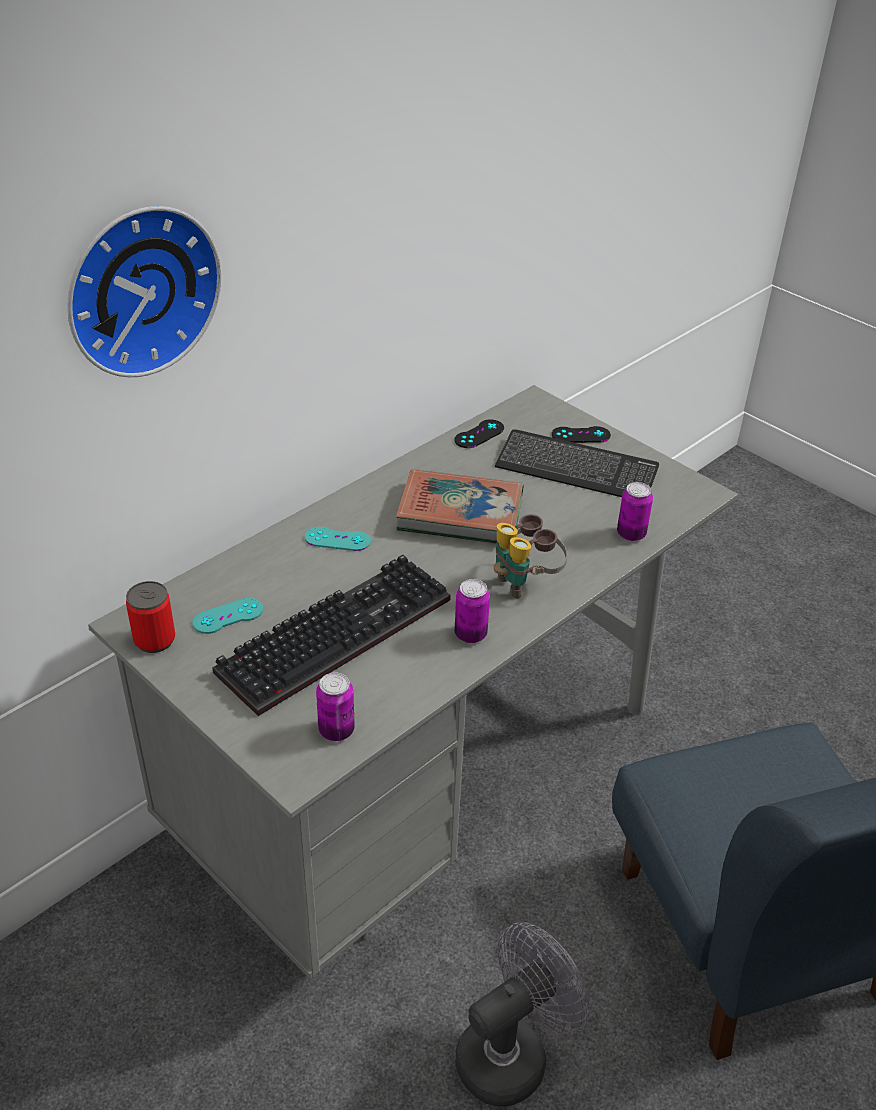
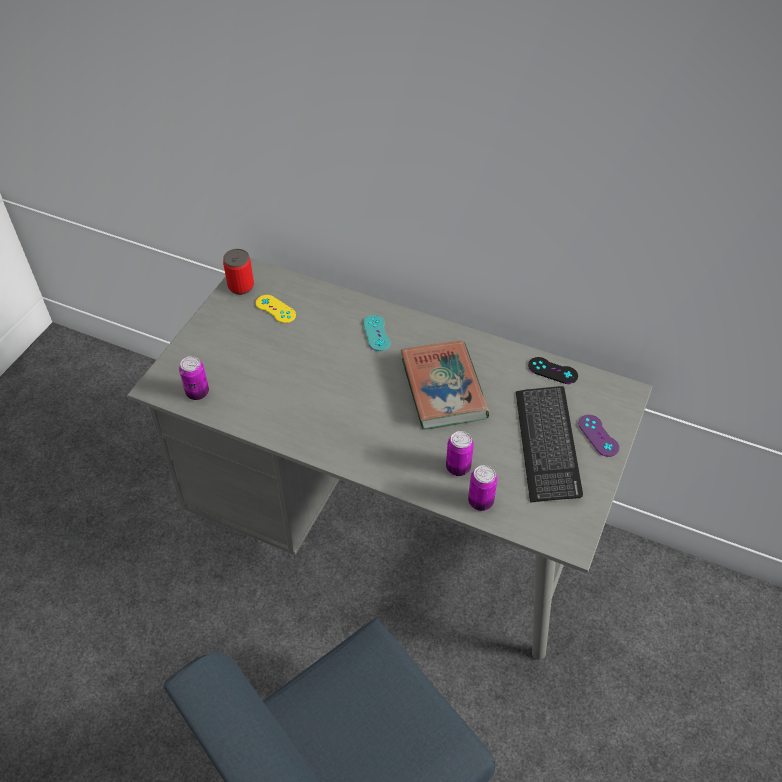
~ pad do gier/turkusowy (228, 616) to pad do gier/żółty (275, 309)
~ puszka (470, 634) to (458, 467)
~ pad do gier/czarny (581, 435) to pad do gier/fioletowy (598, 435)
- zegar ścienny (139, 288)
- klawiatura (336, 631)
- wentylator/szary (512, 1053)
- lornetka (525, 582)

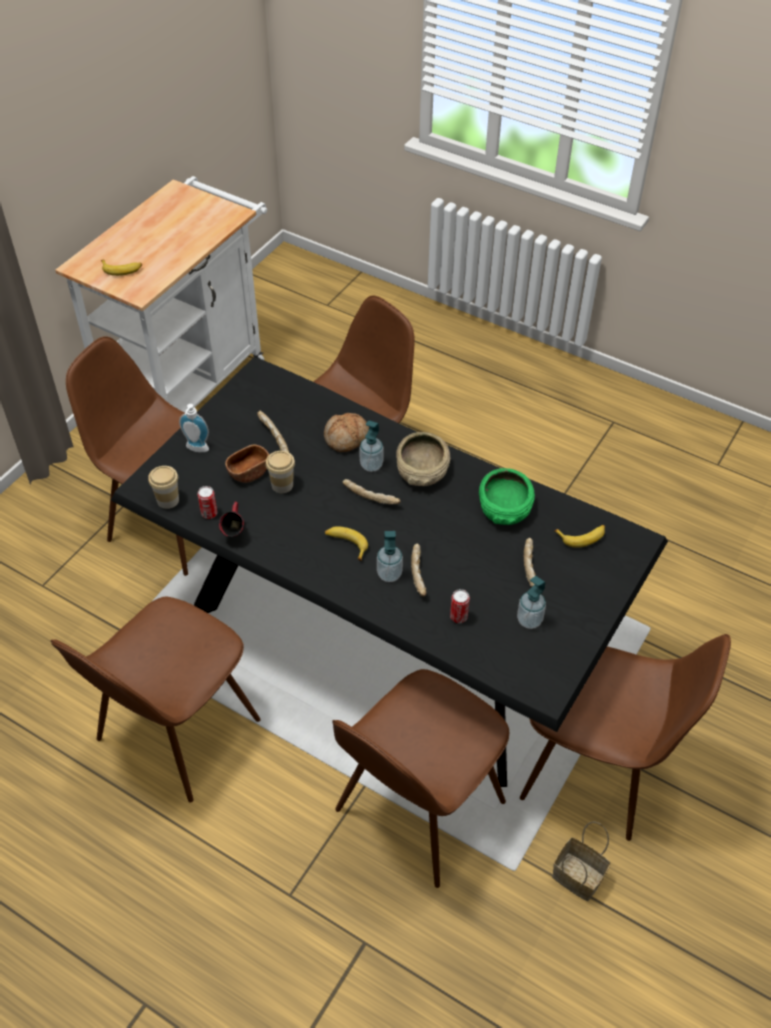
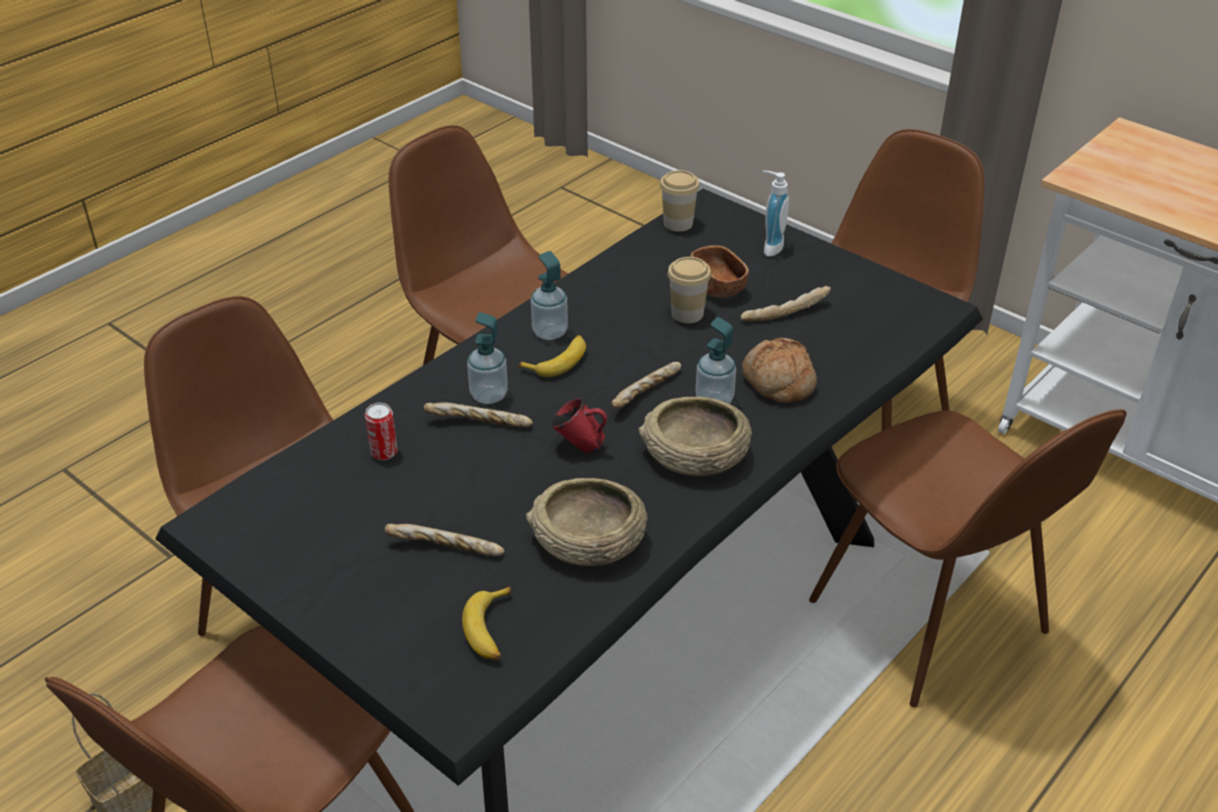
~ miska/zielony (505, 506) to miska/beżowy (588, 541)
~ dozownik mydła (529, 620) to (550, 332)
~ kubek/czerwony (235, 534) to (580, 447)
- banan (122, 269)
- puszka (209, 513)

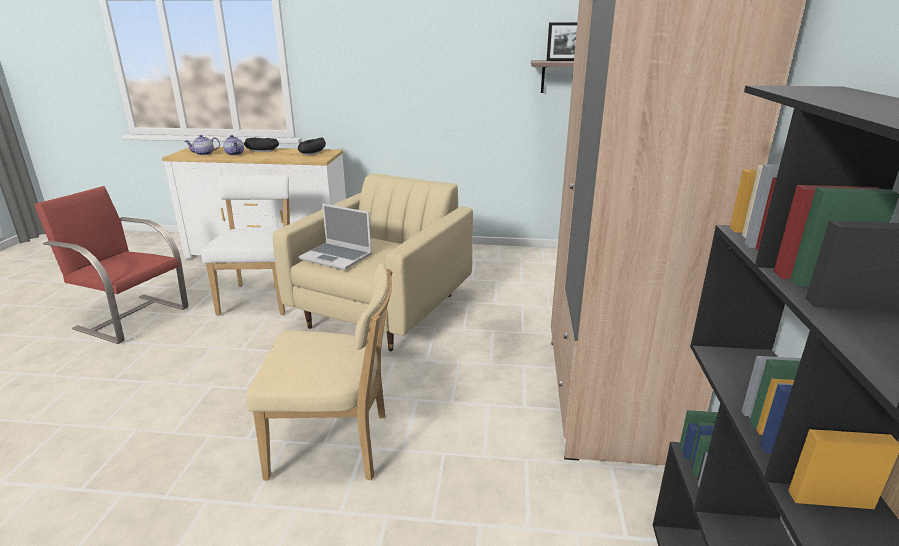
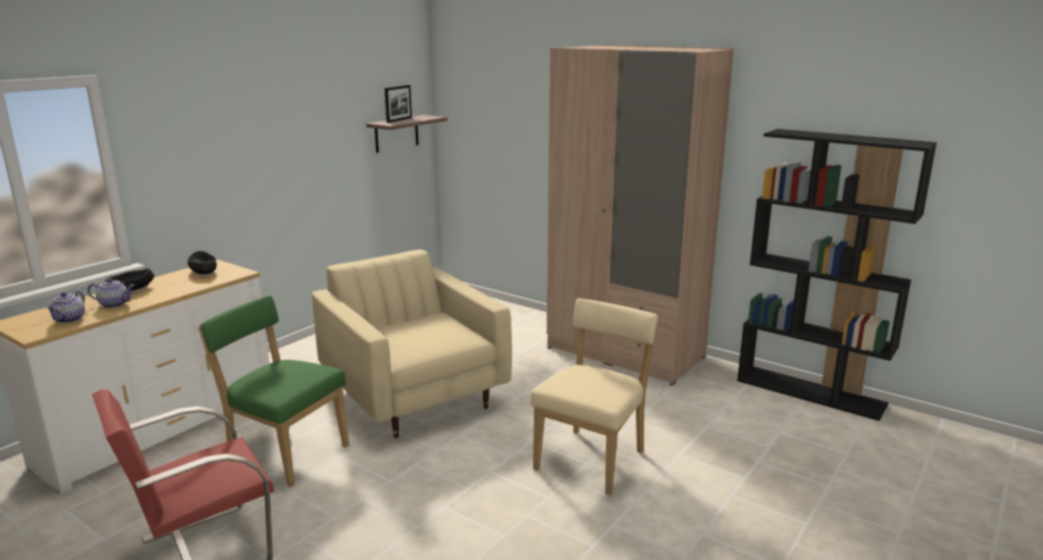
~ krzesło/biały (261, 297) to krzesło/zielony (285, 453)
- laptop (337, 257)

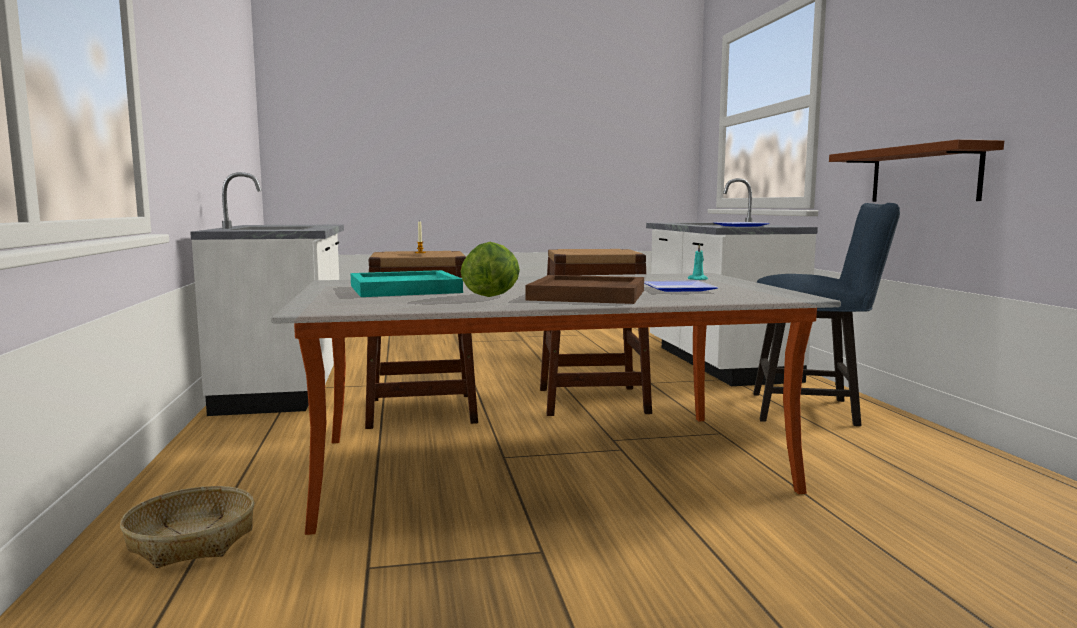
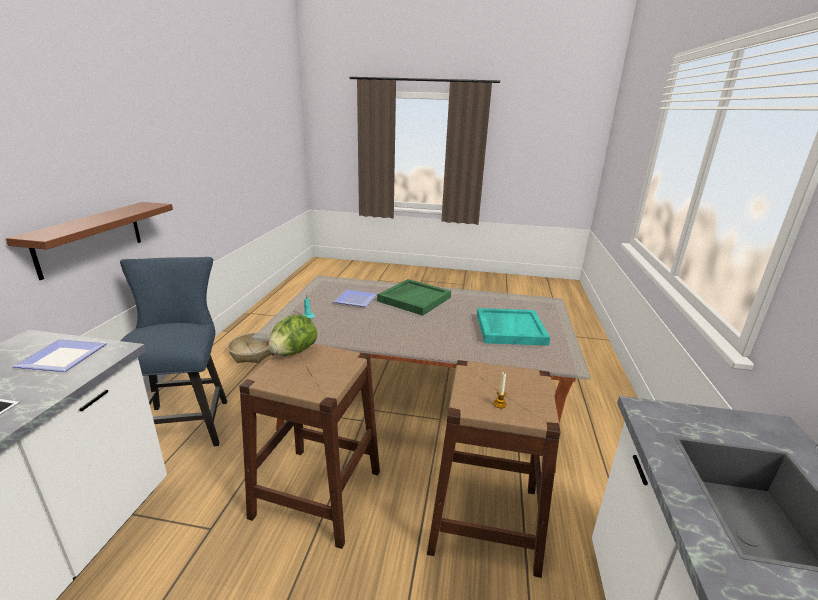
~ krzesło/niebieski (813, 410) = (185, 421) 45 degrees clockwise
~ koszyk (191, 541) to (253, 353)
~ sałata (492, 296) to (293, 352)
~ taca/brązowy (588, 295) to taca/zielony (414, 299)

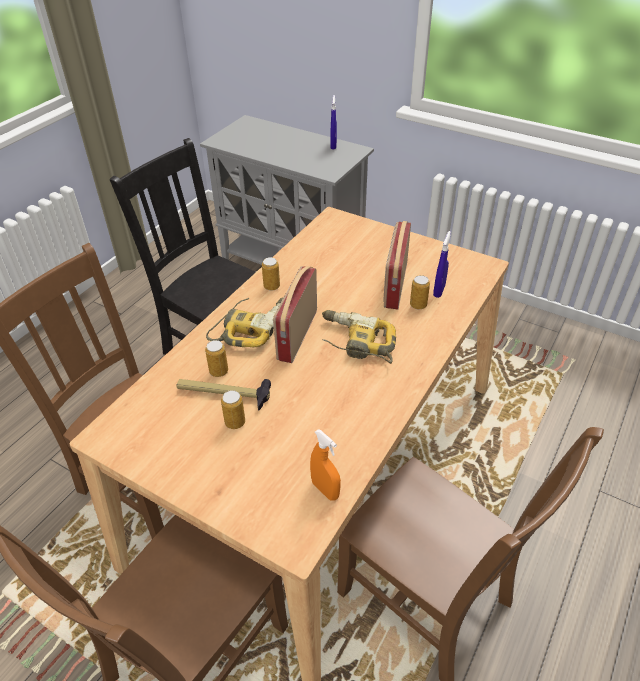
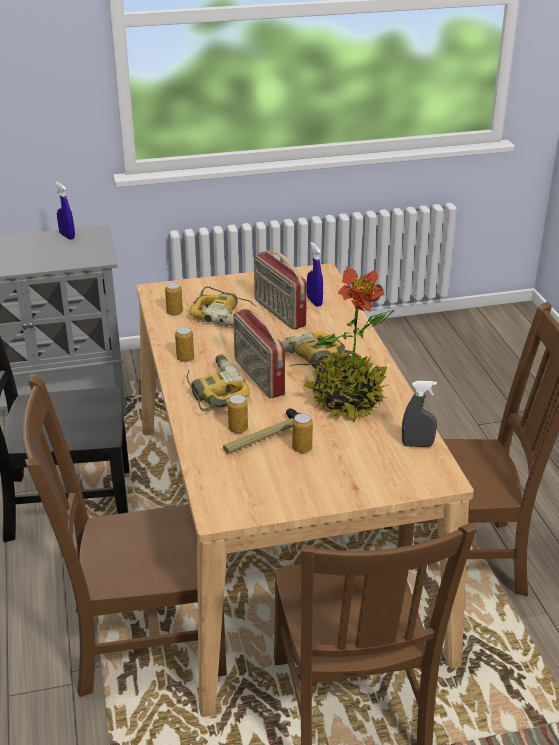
~ puszka (418, 305) to (174, 312)
+ wiertarka (226, 316)
+ roślina doniczkowa (346, 400)
~ spryskiwacz/pomarańczowy (325, 490) to spryskiwacz/szary (417, 445)

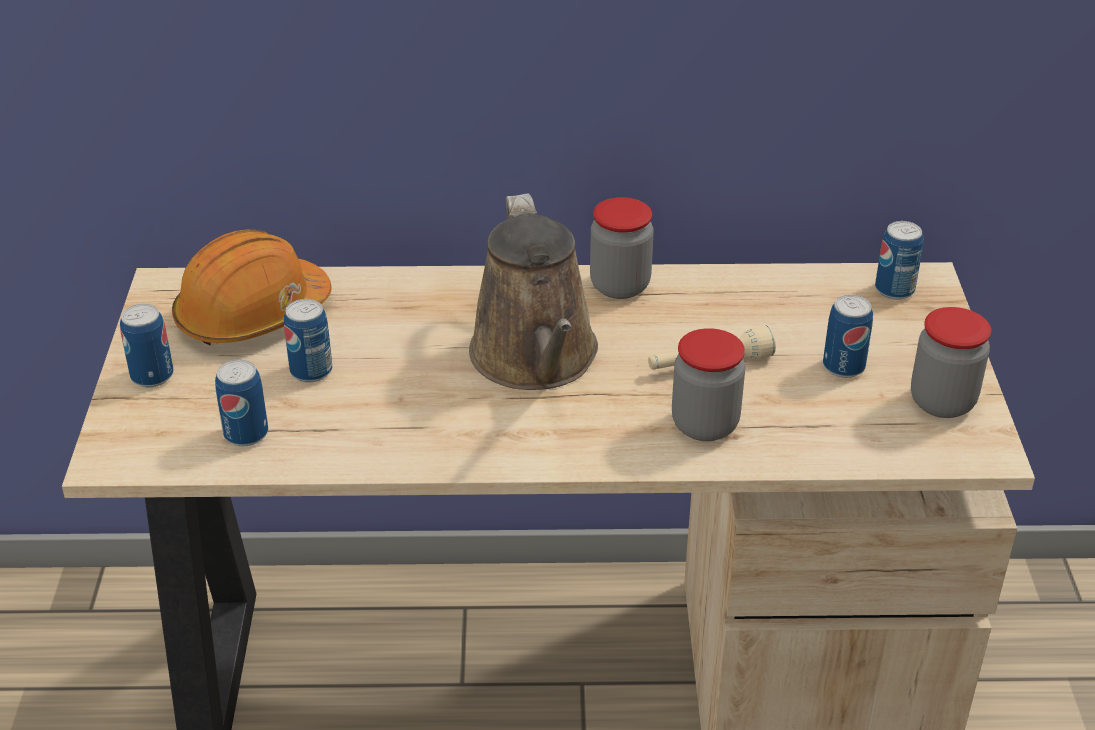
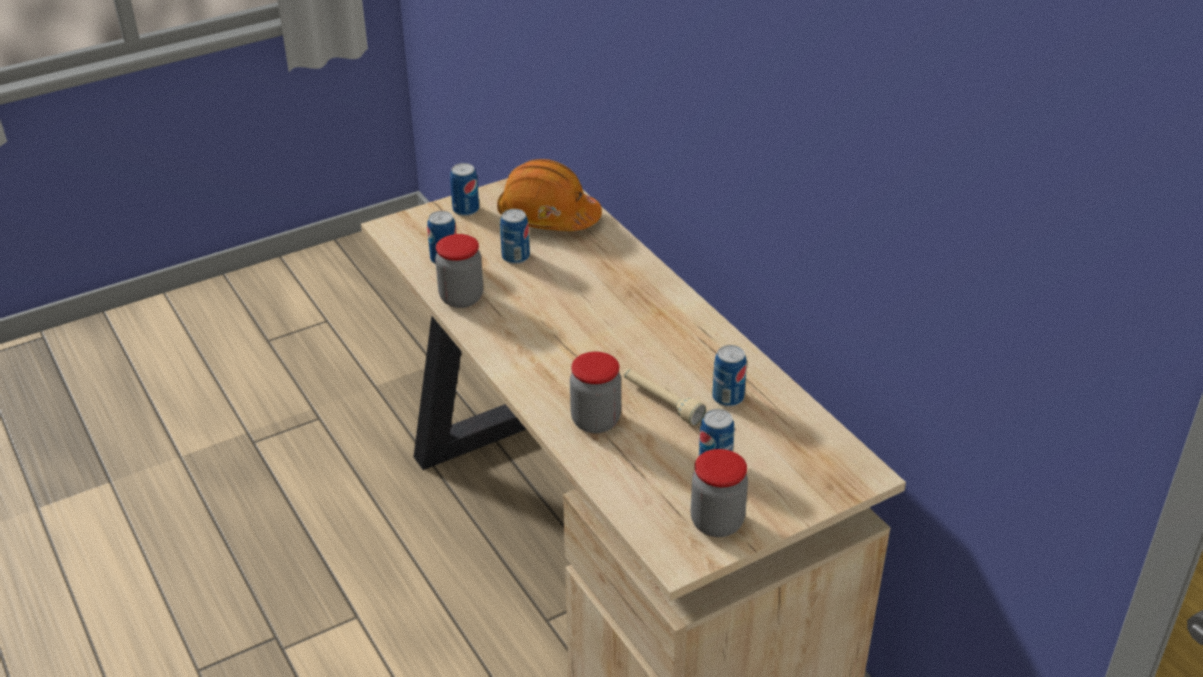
~ słoik (620, 286) to (461, 298)
~ puszka (894, 290) to (728, 398)
- konewka/brązowy (536, 359)

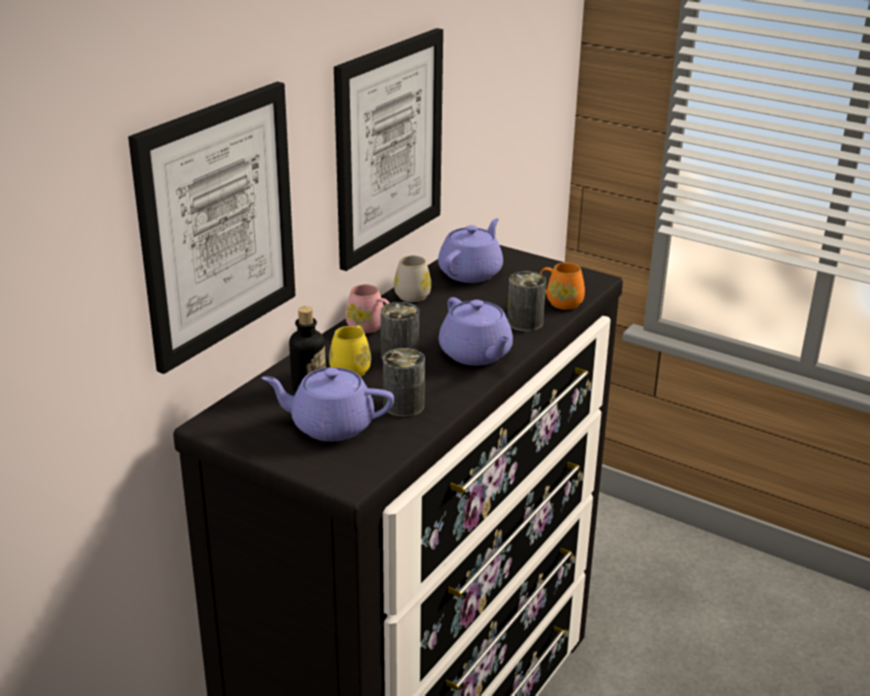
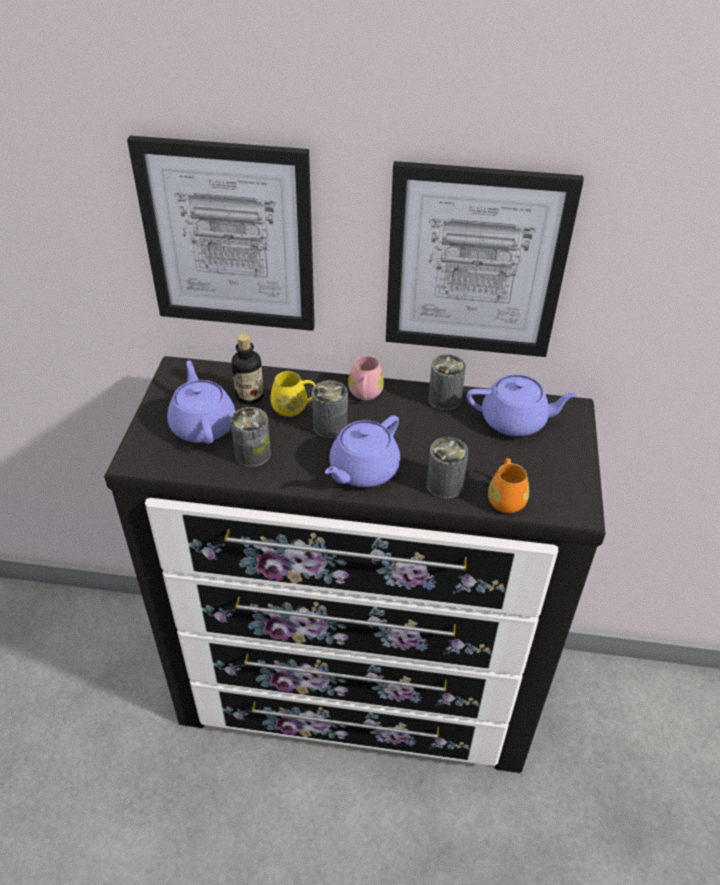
~ kubek/biały (414, 293) to puszka (444, 399)

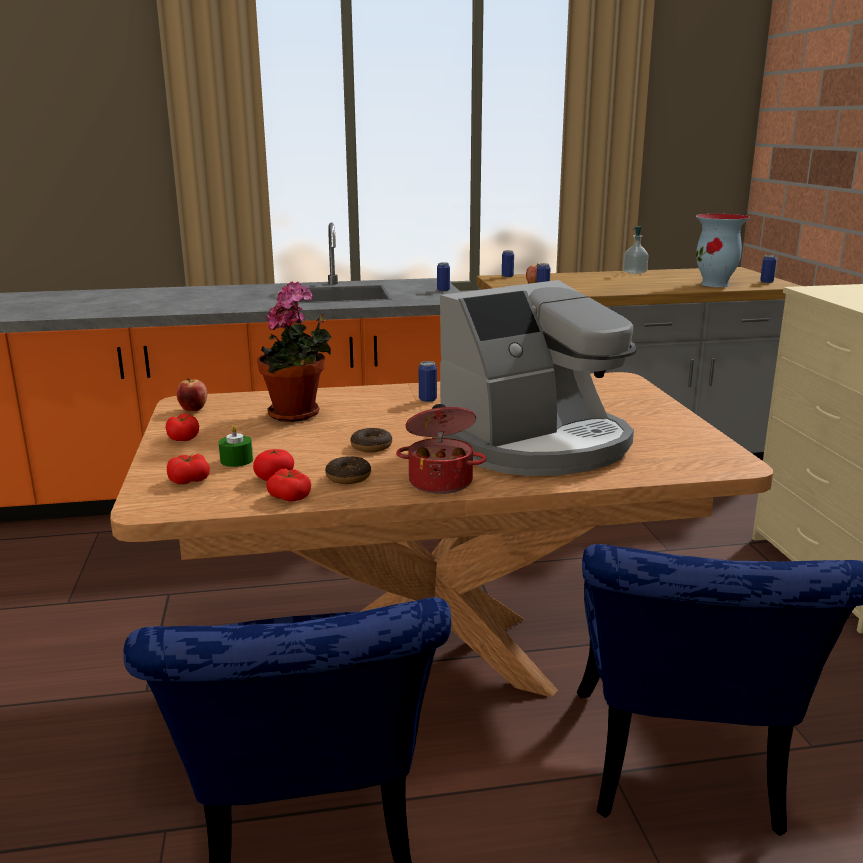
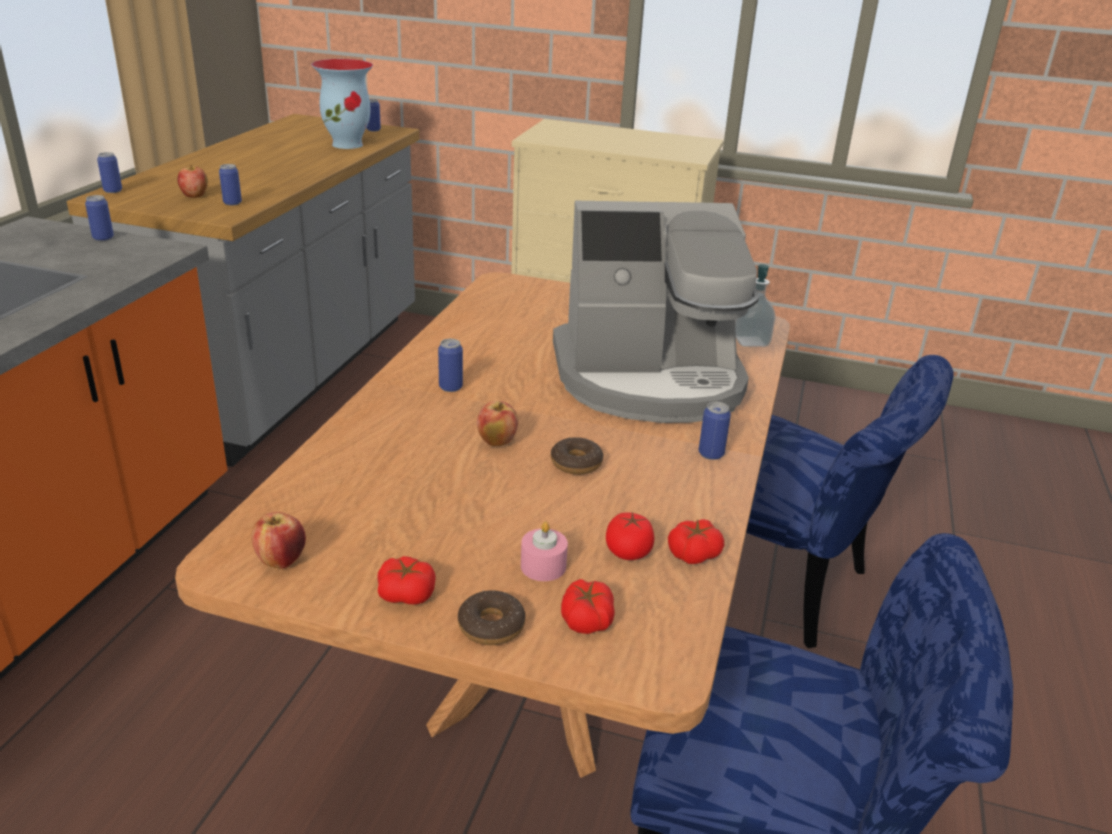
~ donut (348, 477) to (491, 626)
+ jabłko (496, 442)
~ świeca/zielony (236, 460) to świeca/różowy (543, 566)
~ ekspres do kawy (536, 445) = (650, 379) 90 degrees clockwise
~ garnek (441, 481) to puszka (711, 454)
~ dozownik mydła (634, 272) to (751, 341)
- roślina doniczkowa (298, 415)

